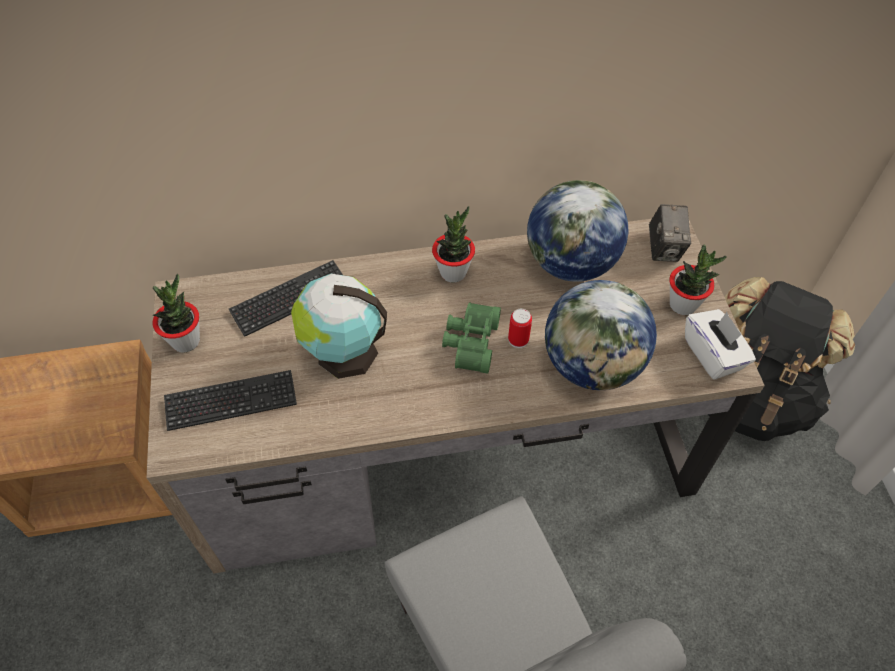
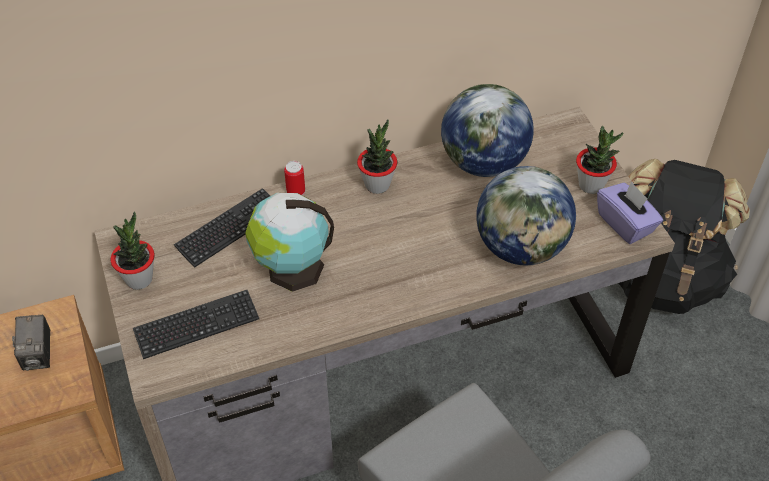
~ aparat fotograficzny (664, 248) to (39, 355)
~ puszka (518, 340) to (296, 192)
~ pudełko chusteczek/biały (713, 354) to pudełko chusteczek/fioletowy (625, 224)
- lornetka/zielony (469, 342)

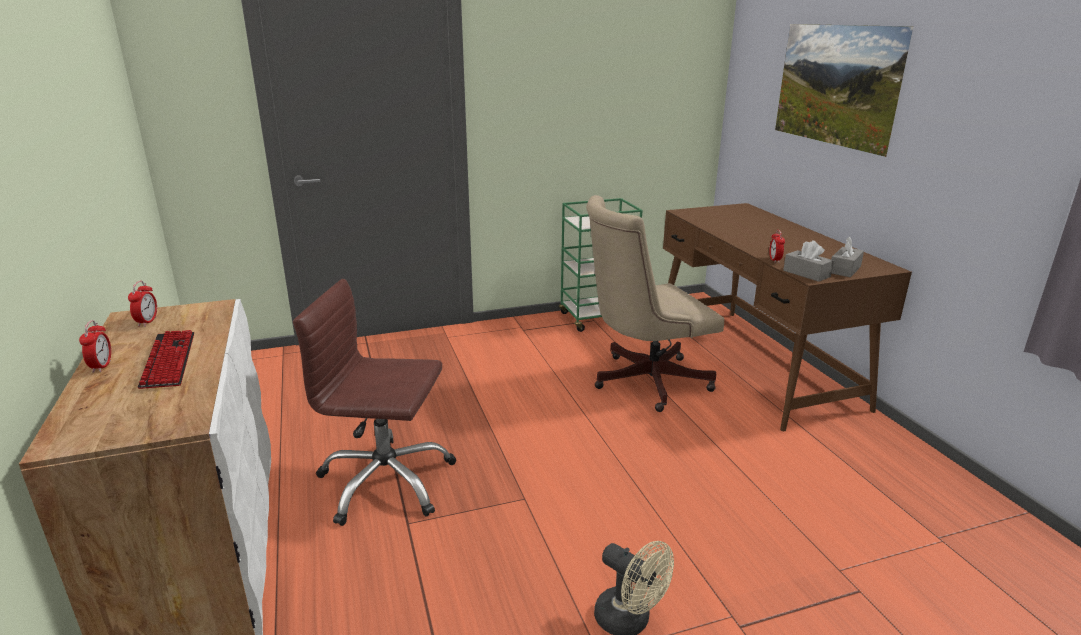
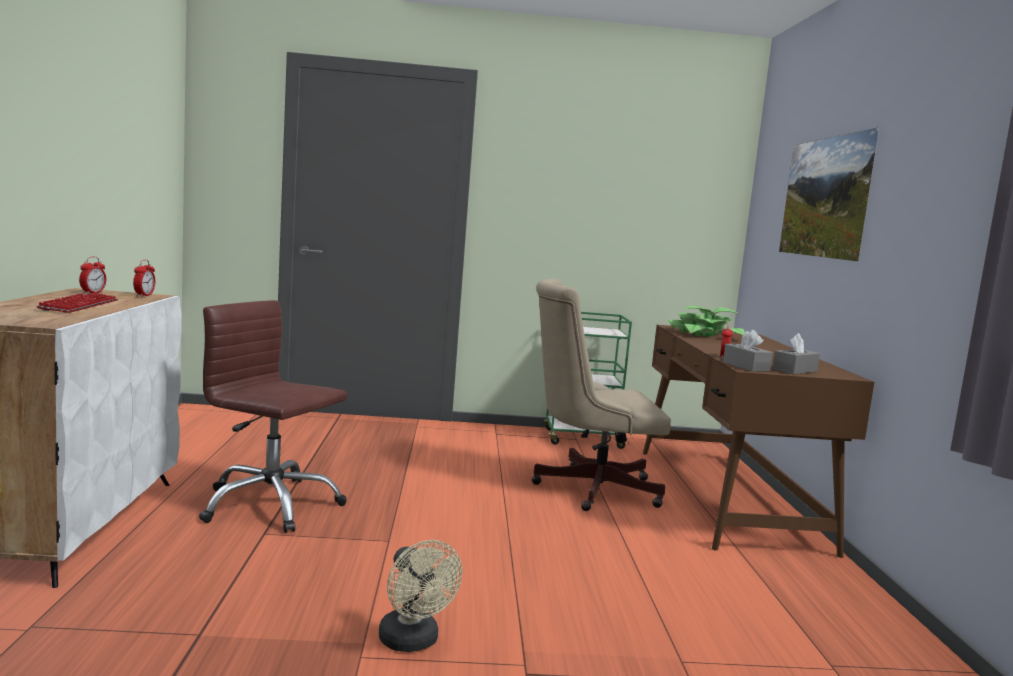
~ budzik (101, 366) to (144, 295)
+ roślina doniczkowa (704, 334)

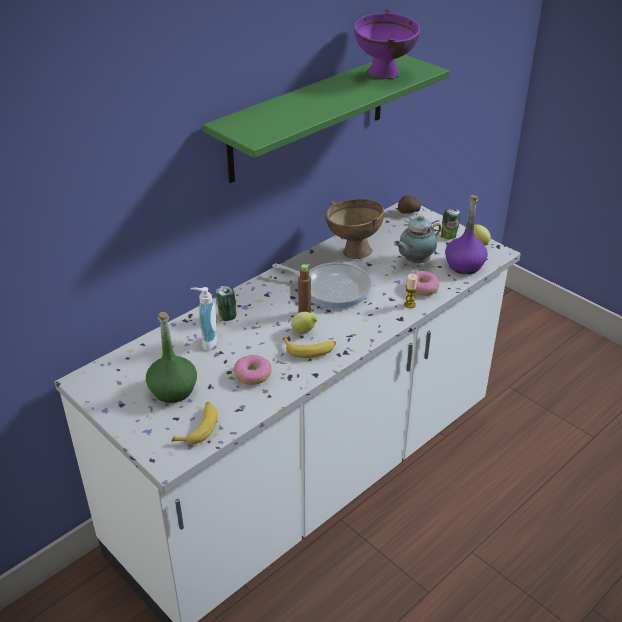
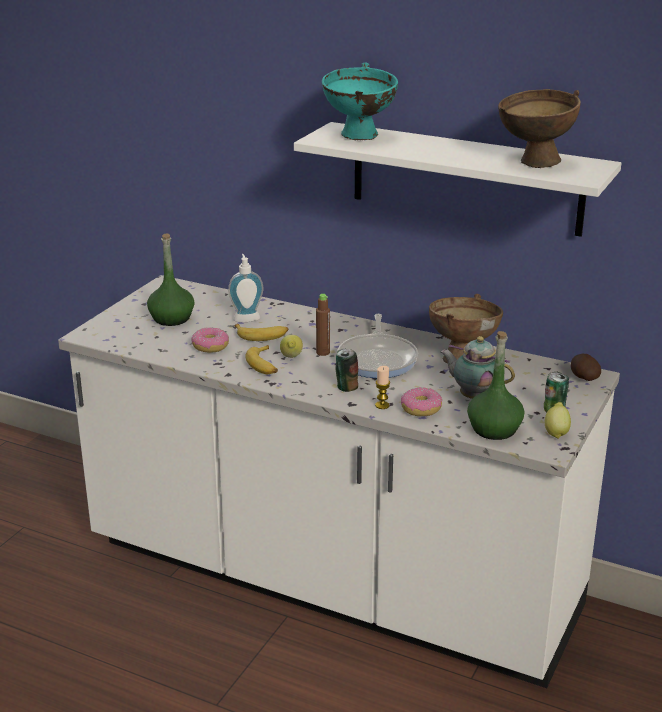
~ banan (199, 427) to (261, 335)
~ półka/zielony (308, 117) to półka/biały (466, 179)
+ miska/turkusowy (359, 138)
~ puszka (227, 316) to (346, 387)
~ butelka/fioletowy (464, 265) to butelka/zielony (494, 429)
~ miska/fioletowy (384, 76) to miska/brązowy (532, 163)

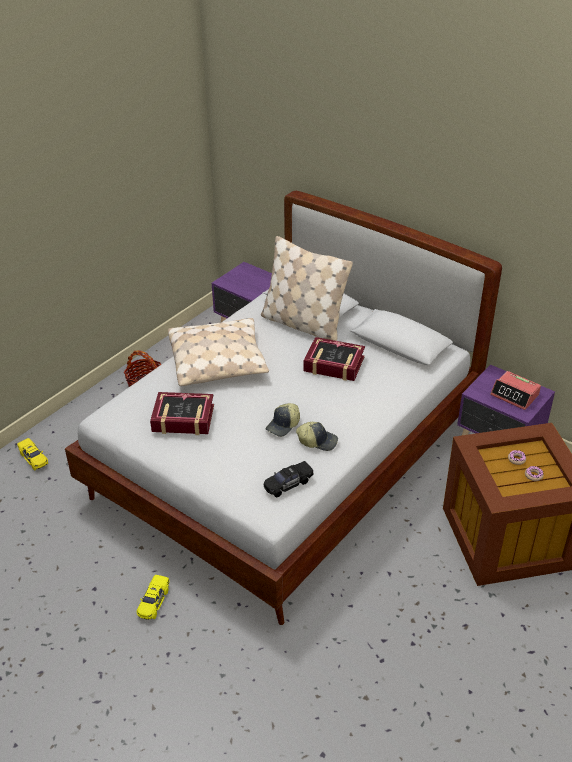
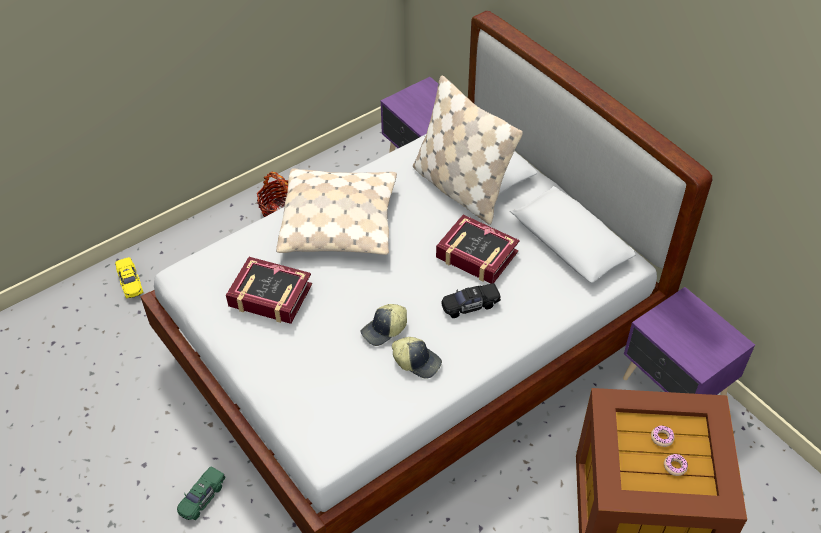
~ samochodzik/żółty (154, 602) to samochodzik/zielony (202, 498)
~ samochodzik/czarny (288, 484) to (470, 305)
- budzik (515, 395)

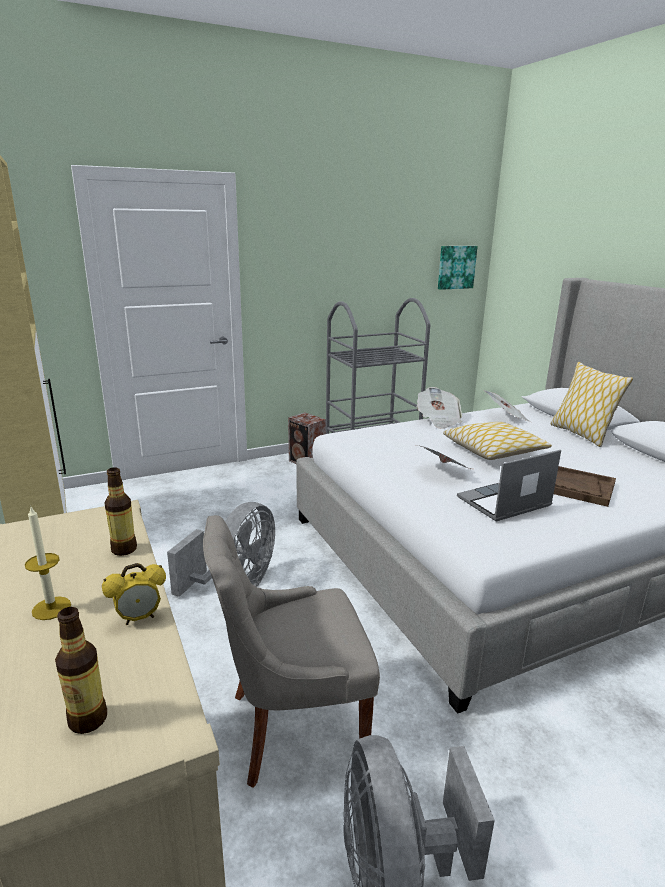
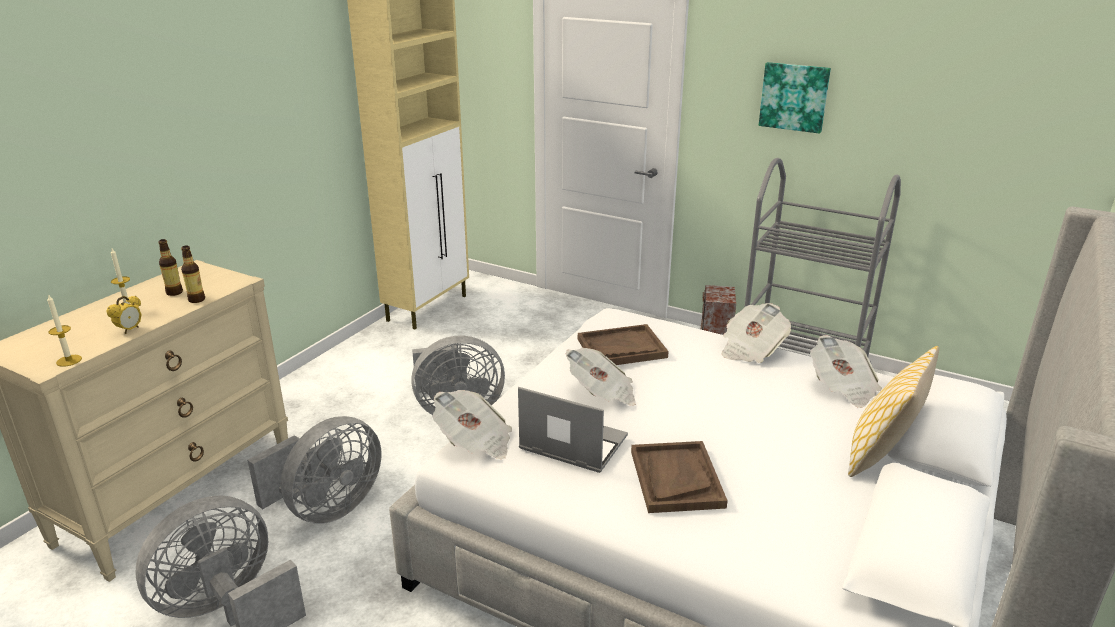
+ świeca (69, 360)
~ budzik (139, 618) = (130, 330) 90 degrees counterclockwise
~ butelka (88, 719) to (174, 292)
~ krzesło/szary (292, 726) to wentylator/szary (327, 509)
+ gazeta (475, 442)
+ taca/brązowy (621, 348)
~ obraz (456, 267) to (794, 97)
- poduszka (494, 451)

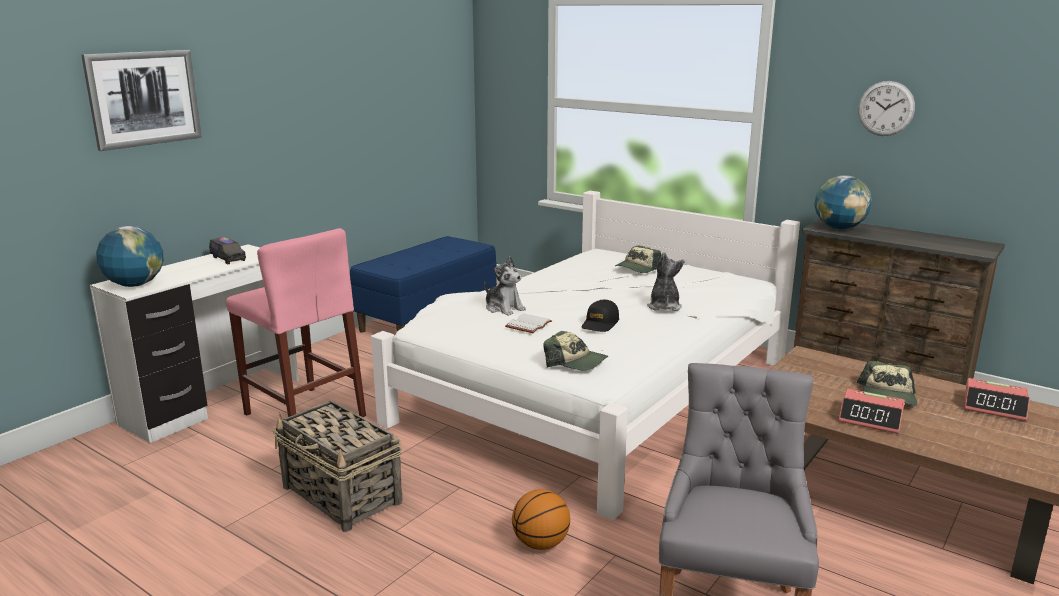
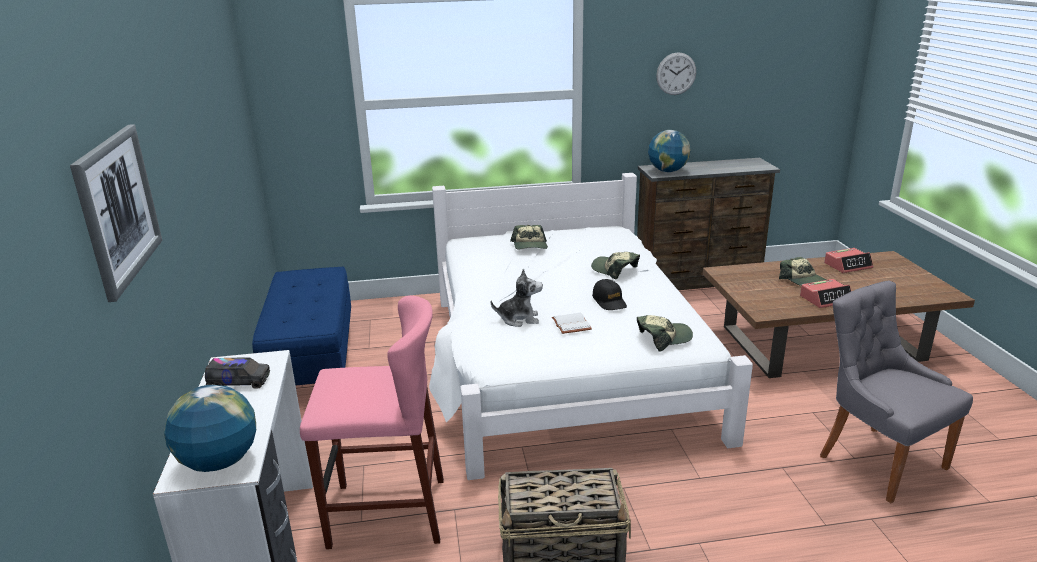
~ pluszak (664, 306) to czapka z daszkiem (614, 270)
- piłka do koszykówki (540, 543)

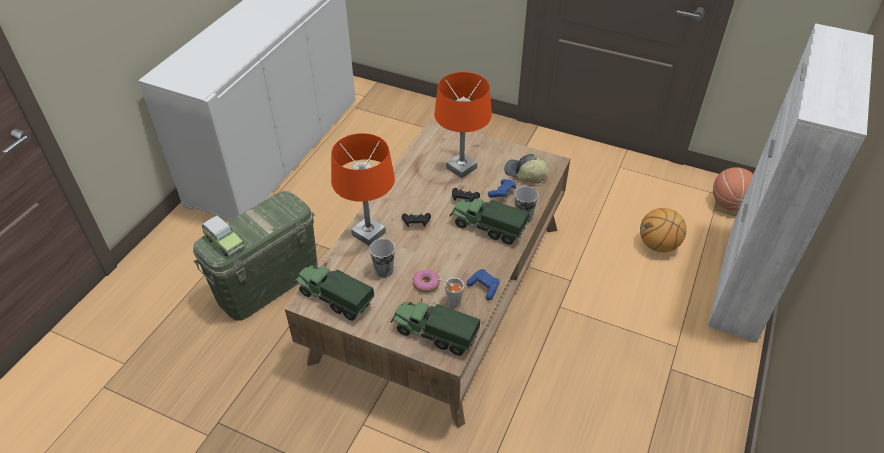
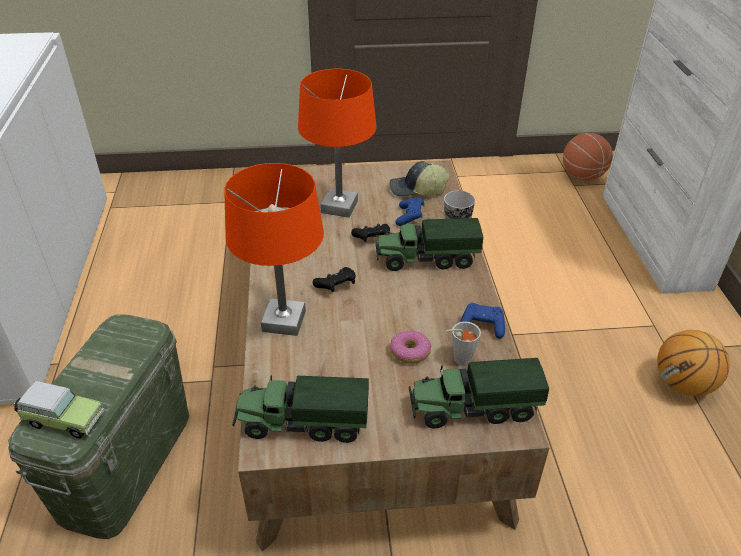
~ piłka do koszykówki (658, 245) to (683, 384)
- filiżanka (384, 270)

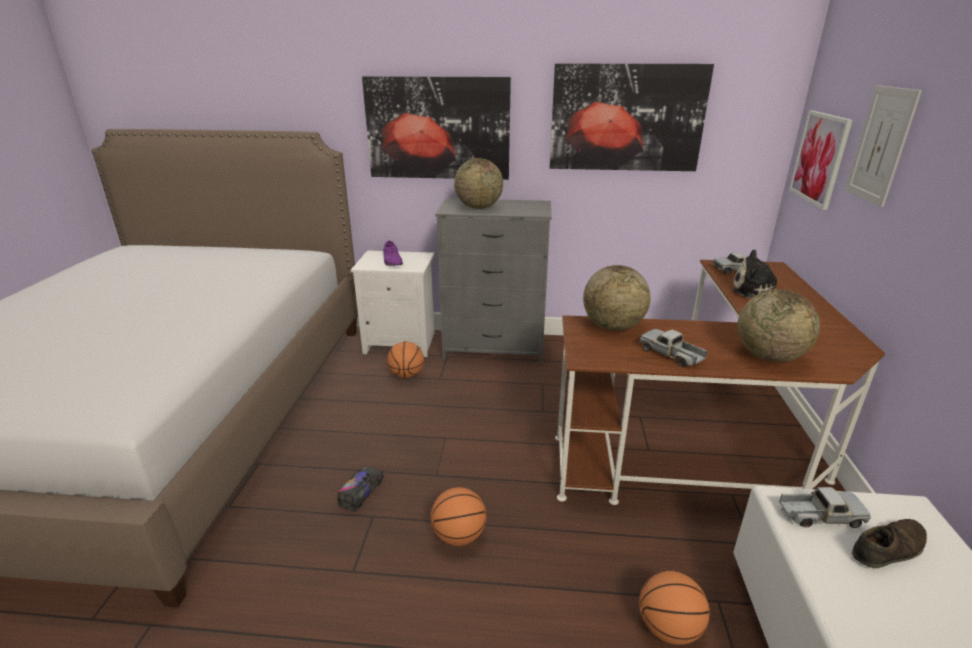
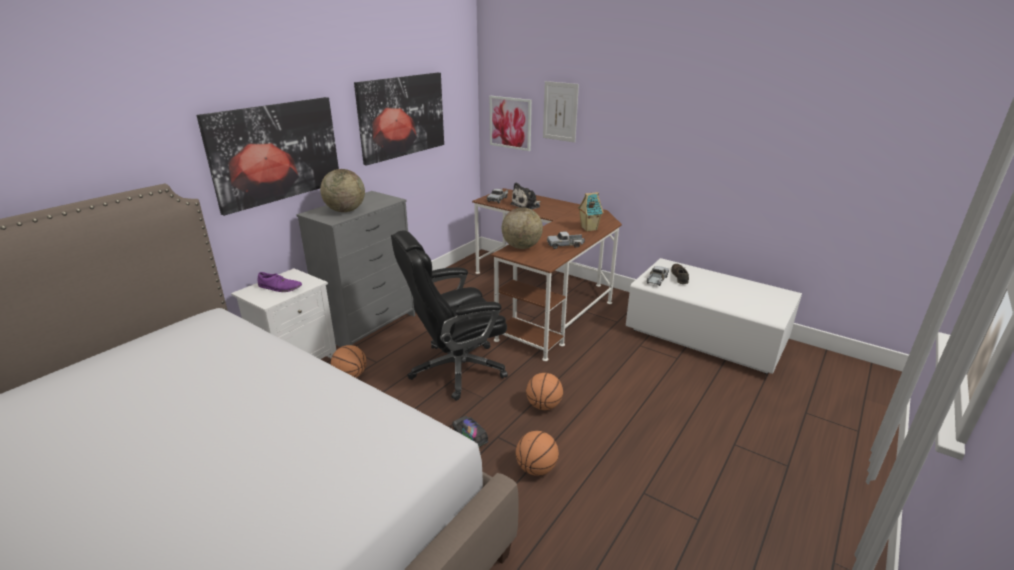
+ krzesło biurowe/czarny (455, 369)
~ piłka do koszykówki (668, 628) to (536, 468)
~ globus (768, 356) to domek (588, 228)

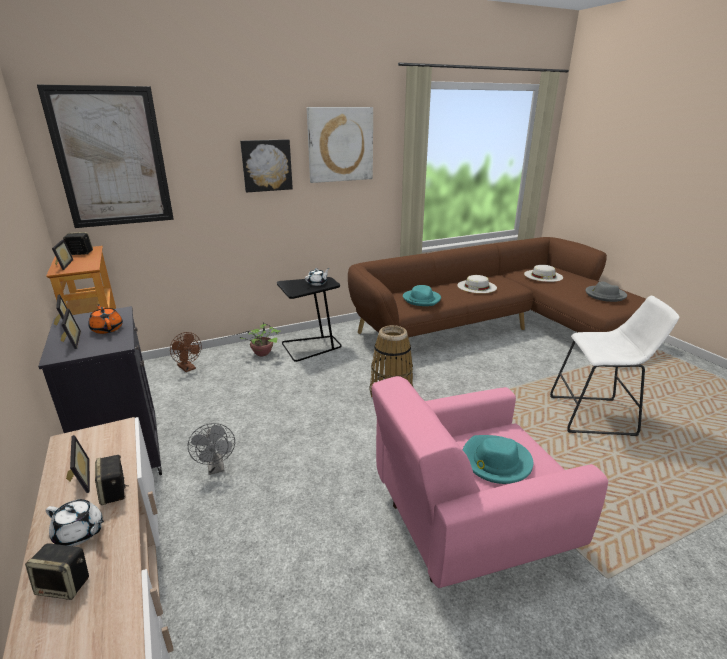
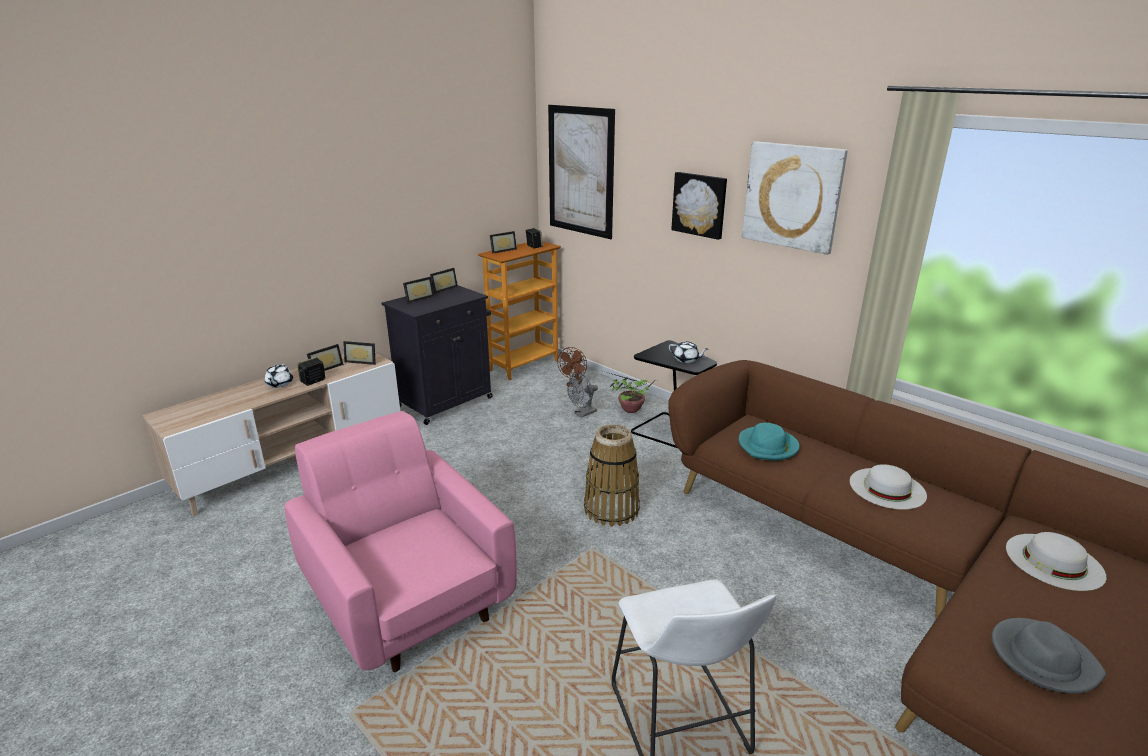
+ ramka na zdjęcie (362, 361)
~ wentylator/szary (216, 468) to (583, 414)
- głośnik (65, 585)
- imbryk/pomarańczowy (107, 329)
- kapelusz/turkusowy (495, 462)

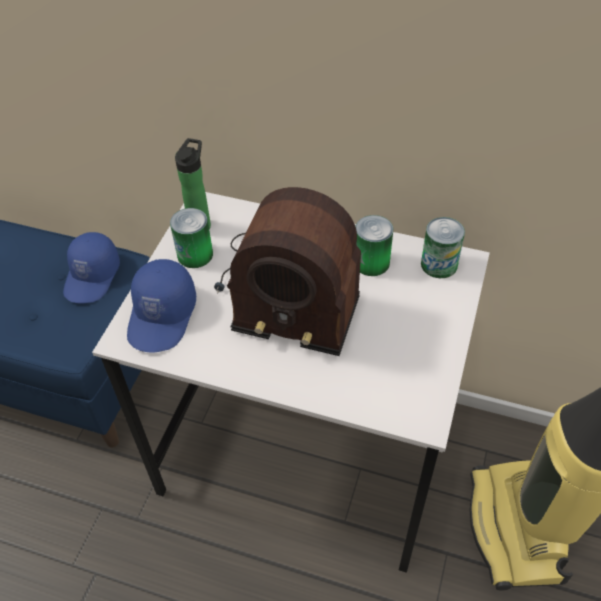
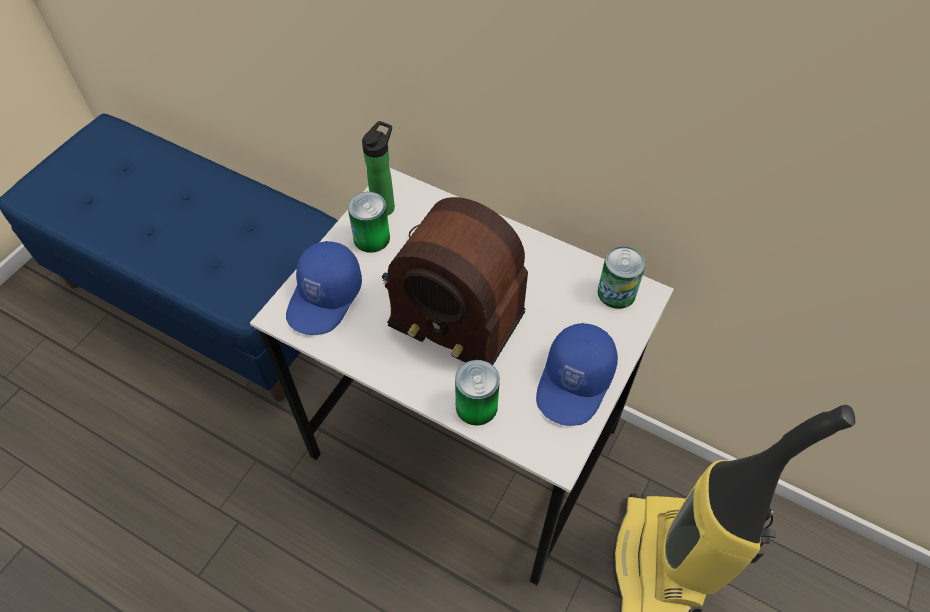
~ puszka (371, 262) to (476, 406)
~ czapka z daszkiem/niebieski (93, 277) to (575, 383)

